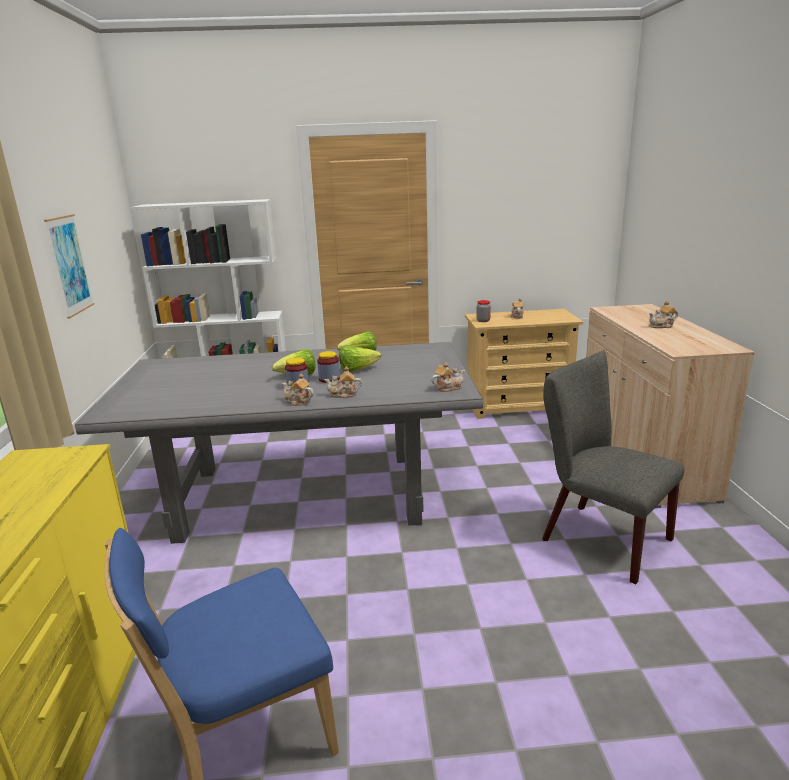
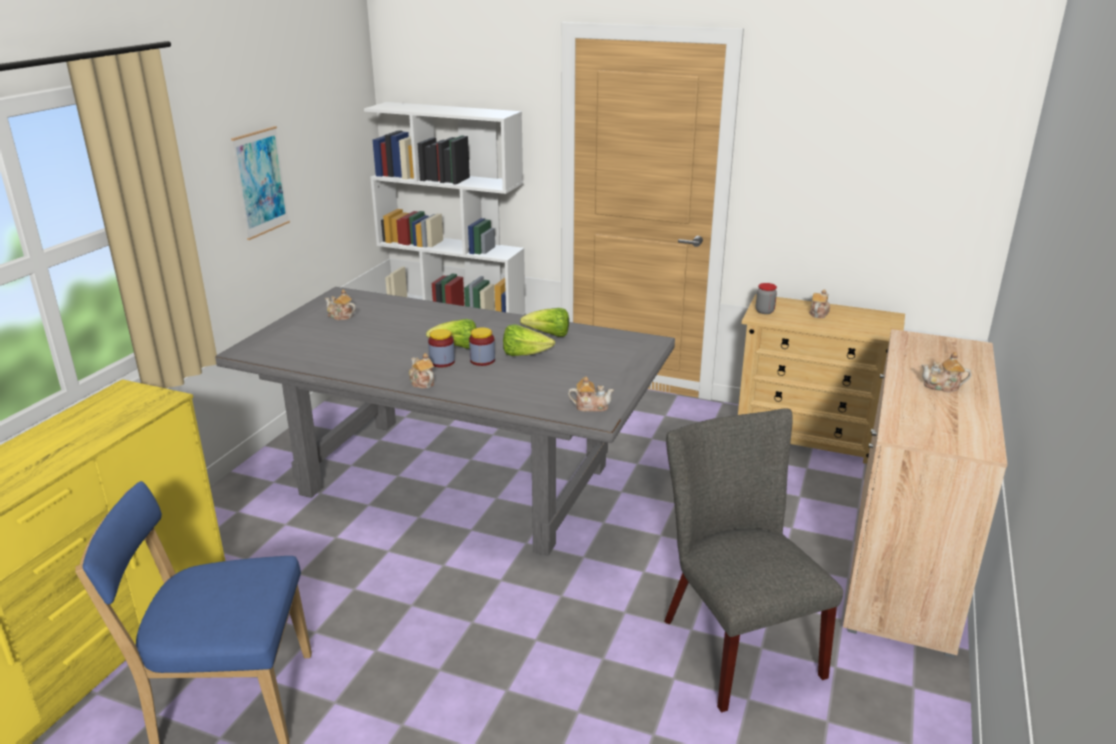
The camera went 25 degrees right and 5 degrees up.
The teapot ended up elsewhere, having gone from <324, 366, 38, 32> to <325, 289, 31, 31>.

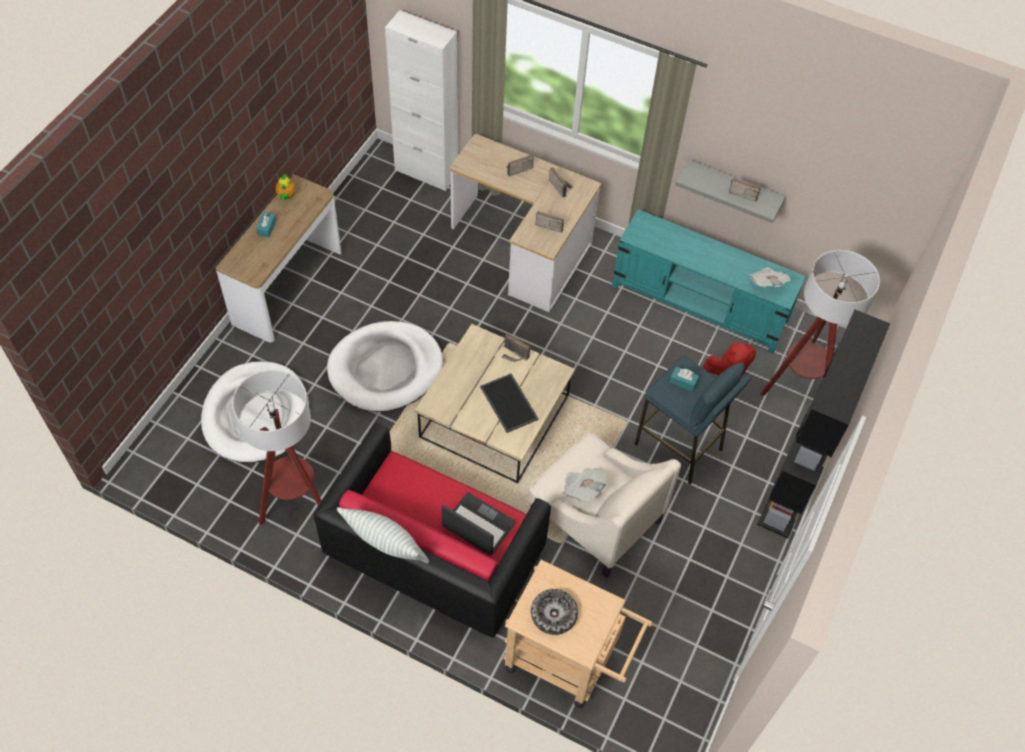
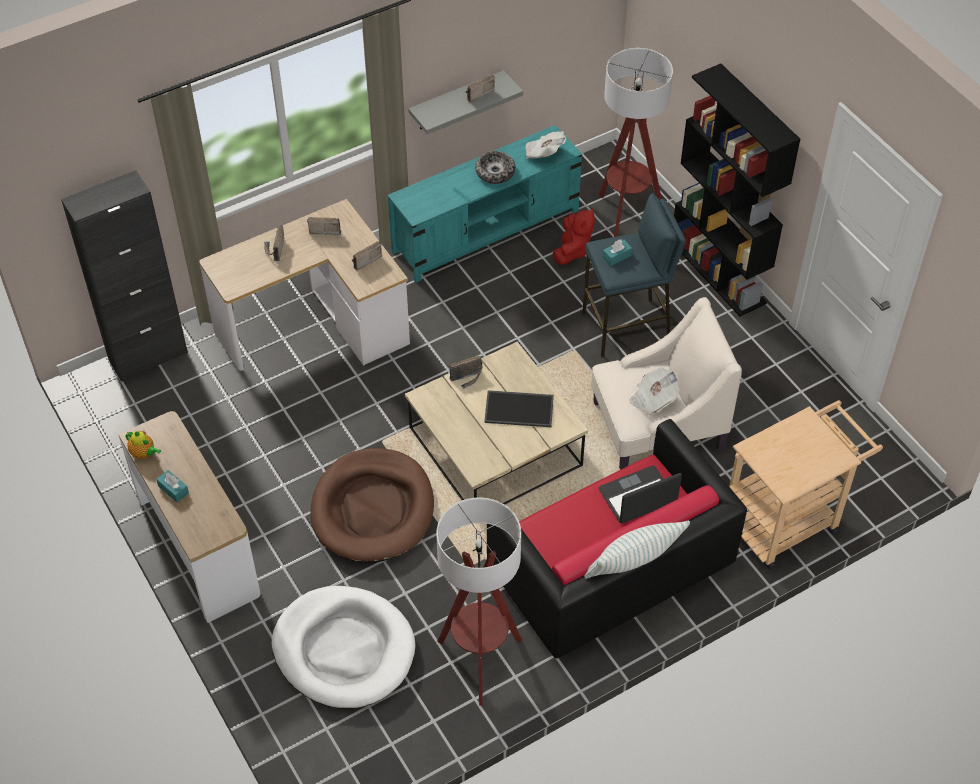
The camera went 55 degrees left and 5 degrees down.
What was the cabinet/white-coloured at <385, 10, 73, 181> turned into the cabinet/black at <61, 170, 127, 212>.
What was the pet bed/white-coloured at <327, 321, 116, 91> turned into the pet bed/brown at <310, 448, 124, 115>.
The deep dish ended up elsewhere, having gone from <531, 589, 47, 46> to <475, 151, 41, 33>.

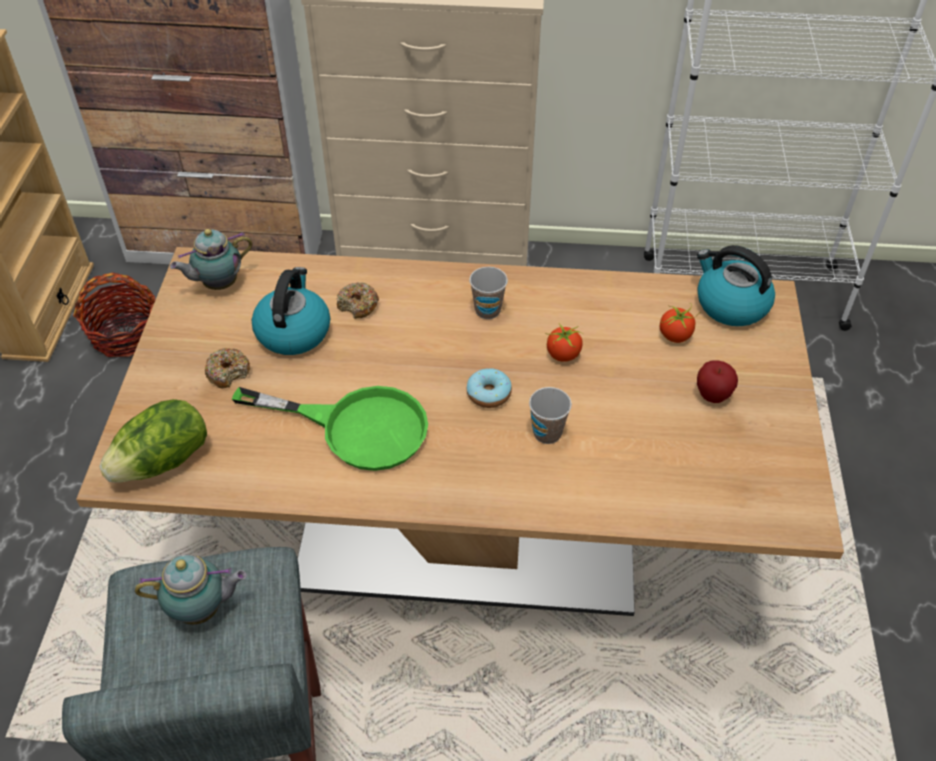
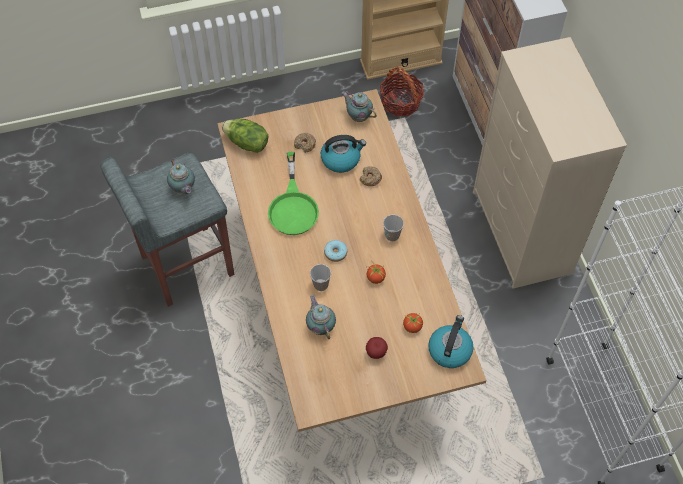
The camera went 70 degrees right and 10 degrees up.
The second view gained the teapot at <306, 295, 30, 44>.

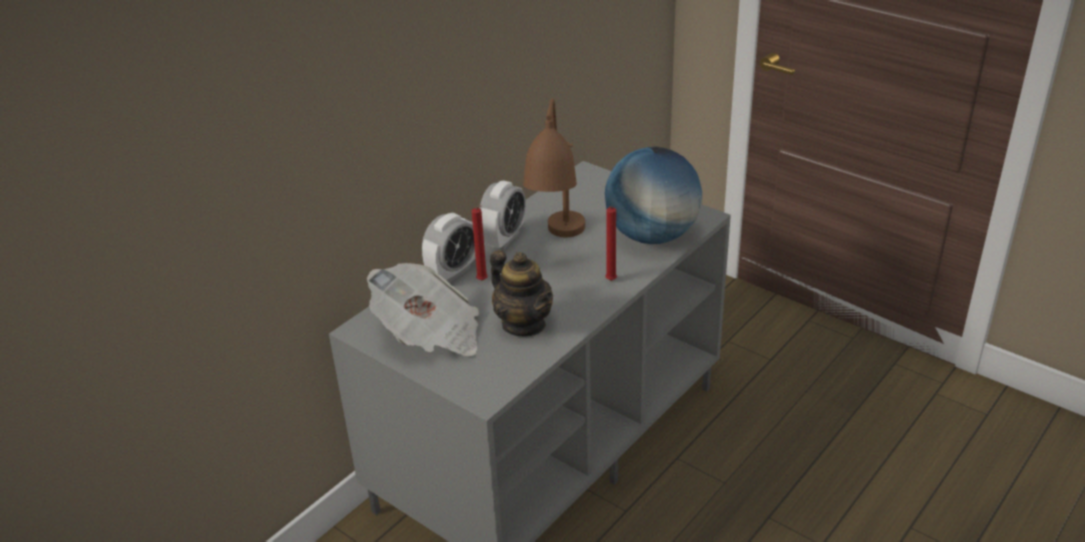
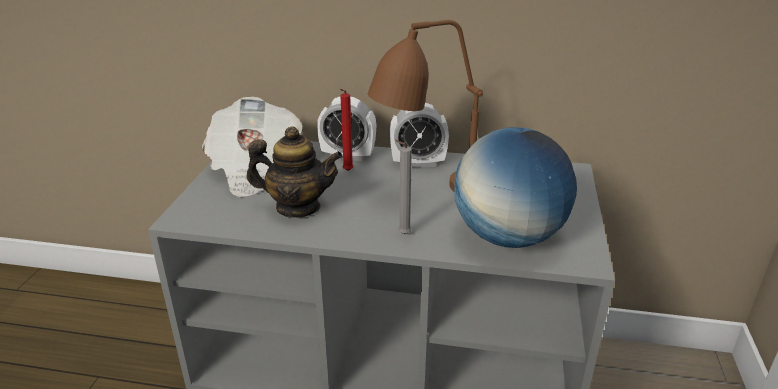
The camera went 60 degrees right and 5 degrees down.
What was the candle/red-coloured at <606, 206, 11, 75> turned into the candle/grey at <395, 139, 17, 95>.
The teapot at <490, 250, 63, 86> ended up facing another way, 105 degrees counterclockwise from before.

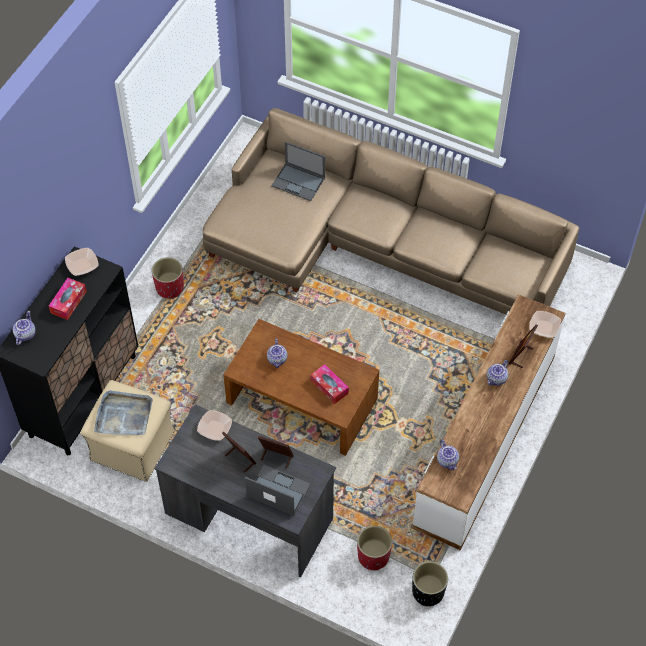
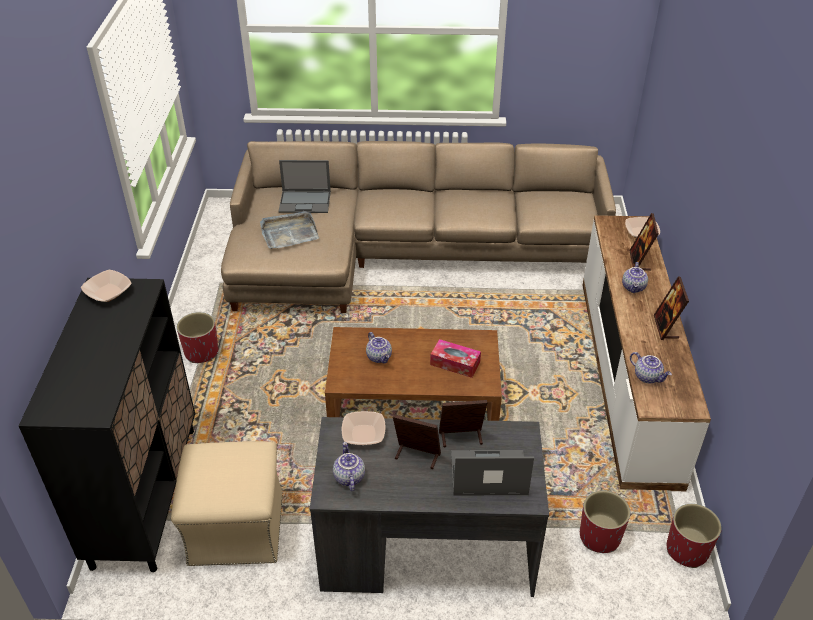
The camera went 25 degrees left and 15 degrees down.
The second view lost the tissue holder at <49, 278, 38, 42>.
The teapot ended up elsewhere, having gone from <13, 311, 23, 34> to <333, 442, 32, 49>.
The serving tray/grey ended up elsewhere, having gone from <94, 391, 59, 44> to <260, 211, 59, 38>.
What was the flower pot/black at <412, 561, 36, 45> turned into the flower pot/red-coloured at <667, 504, 55, 64>.
The second view gained the picture frame at <654, 276, 35, 64>.

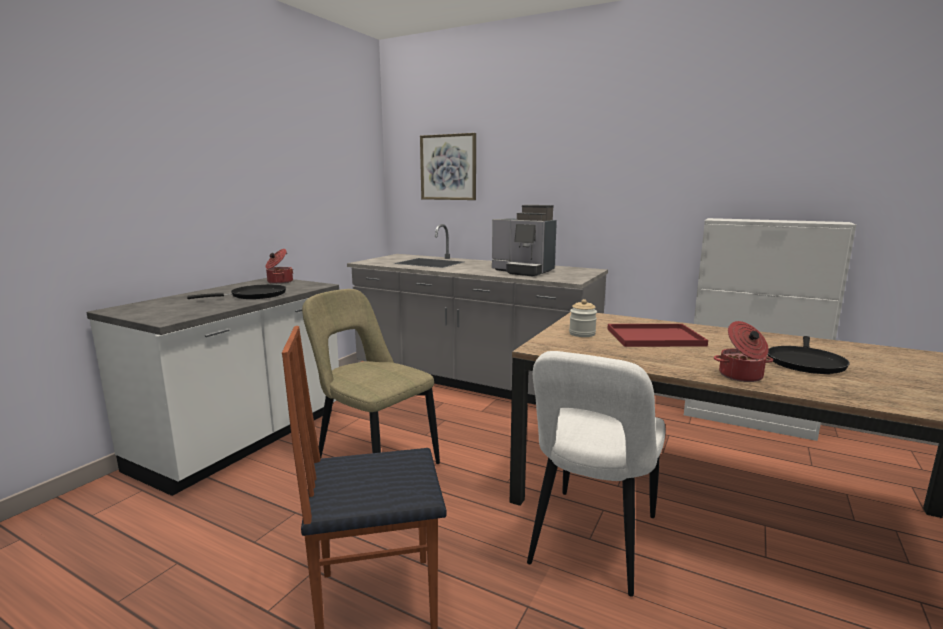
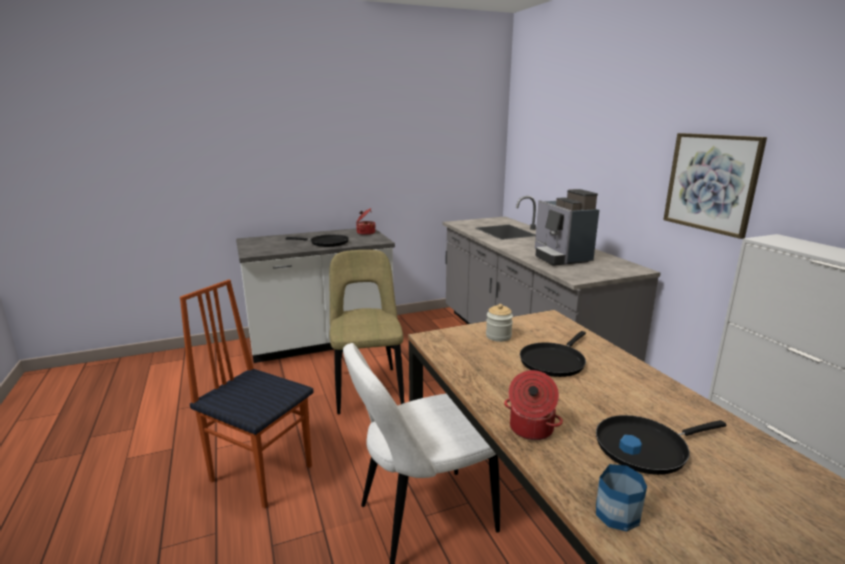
The camera went 40 degrees right and 5 degrees up.
The picture ended up elsewhere, having gone from <420, 133, 56, 67> to <663, 133, 104, 106>.
Where the serving tray/red-coloured stood at <607, 324, 101, 23>, the skillet/black came to stand at <520, 331, 66, 46>.
The second view gained the drink bottle at <596, 435, 51, 96>.

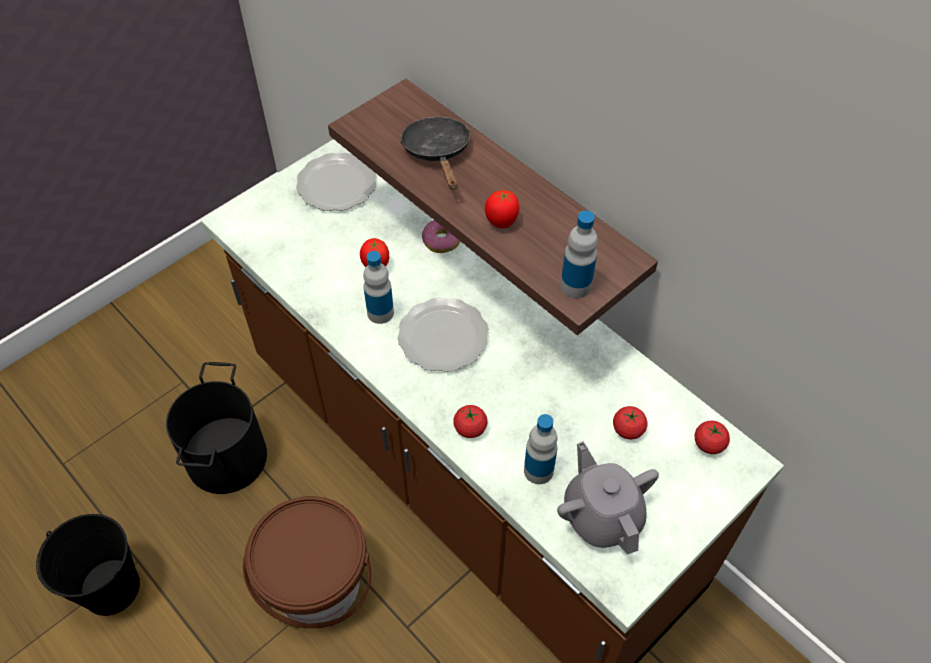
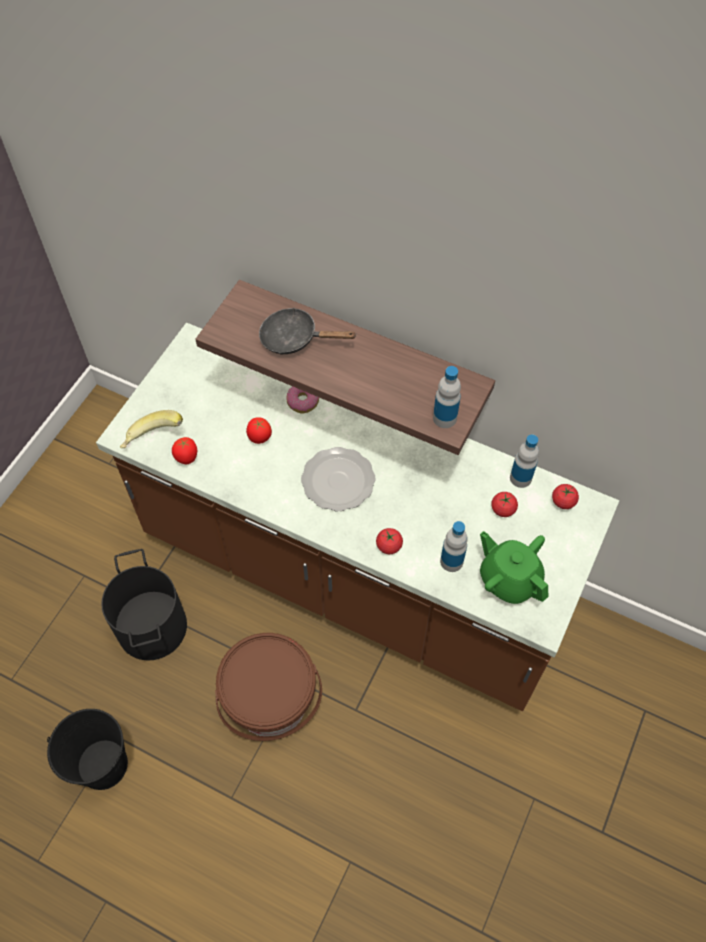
The camera went 20 degrees left and 5 degrees up.
The skillet/black at <400, 117, 71, 73> ended up facing another way, 45 degrees counterclockwise from before.
The second view lost the dinner plate at <296, 153, 81, 58>.
The fresh tomato ended up elsewhere, having gone from <485, 190, 34, 38> to <172, 437, 25, 27>.
The drink bottle ended up elsewhere, having gone from <363, 251, 31, 73> to <510, 434, 29, 54>.
What was the teapot/grey at <557, 441, 102, 113> turned into the teapot/green at <480, 531, 68, 73>.
The second view gained the banana fruit at <120, 410, 63, 38>.

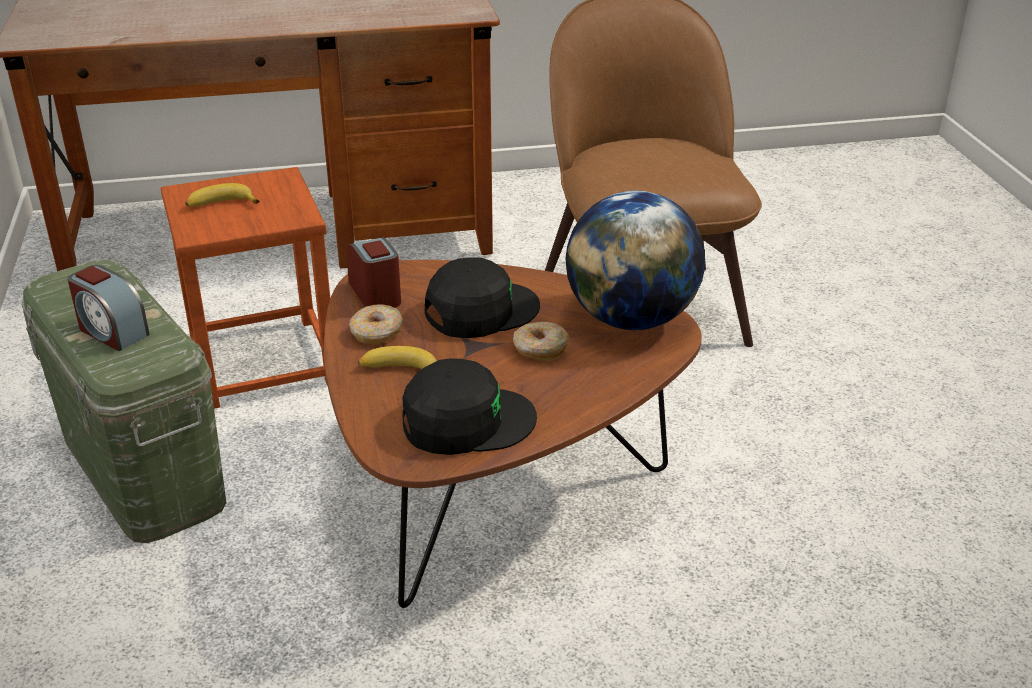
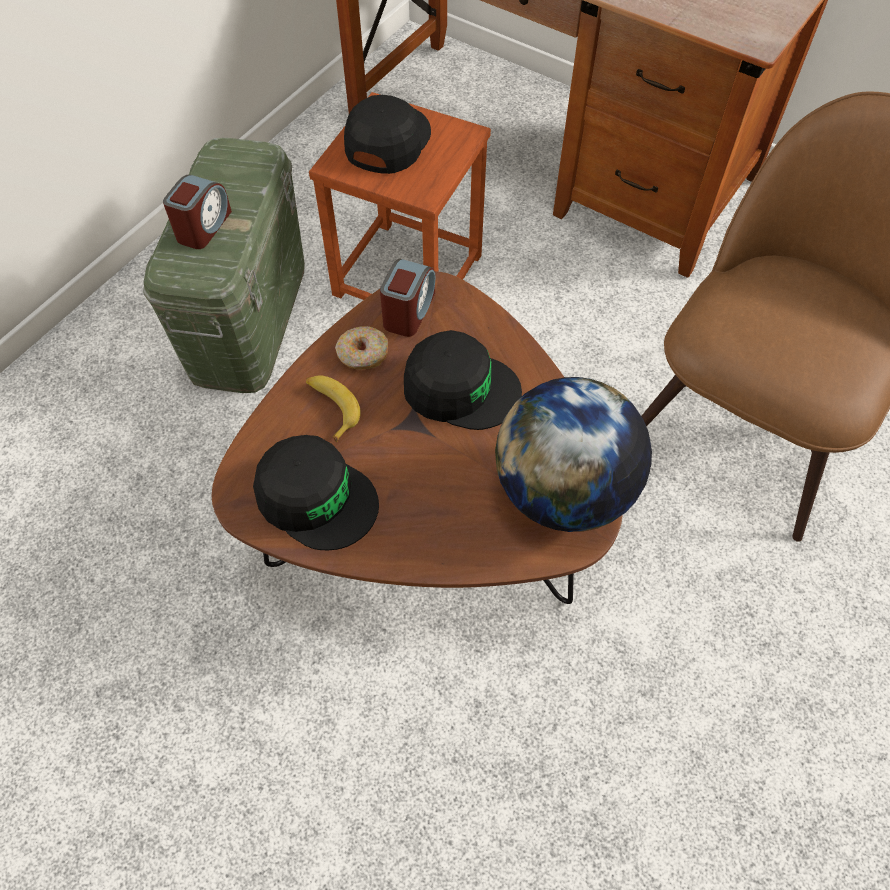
The camera went 45 degrees right and 25 degrees up.
Where the banana fruit stood at <185, 183, 75, 24>, the peaked cap/black came to stand at <344, 95, 87, 79>.
The bedside clock at <68, 265, 82, 86> ended up facing another way, 150 degrees counterclockwise from before.
The second view lost the ring doughnut at <513, 322, 57, 39>.

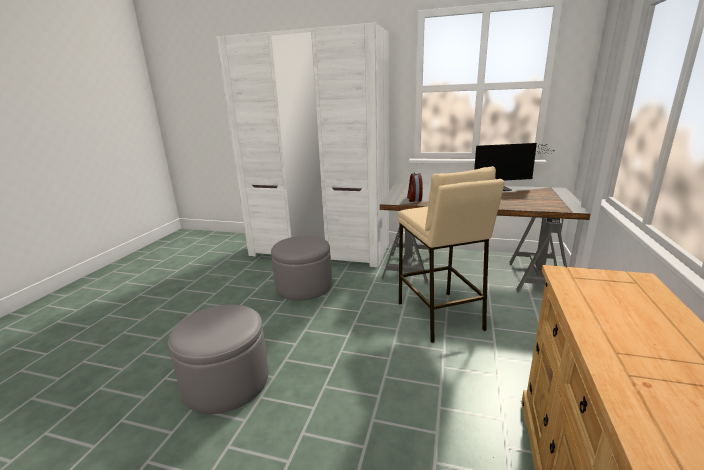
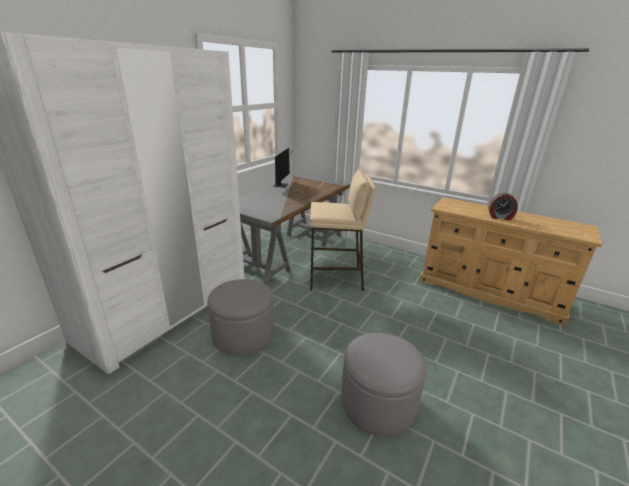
The camera went 75 degrees left and 5 degrees up.
The bedside clock ended up elsewhere, having gone from <407, 172, 16, 30> to <489, 193, 29, 28>.

